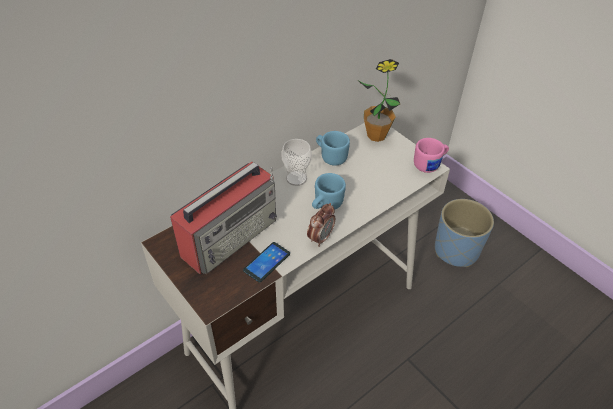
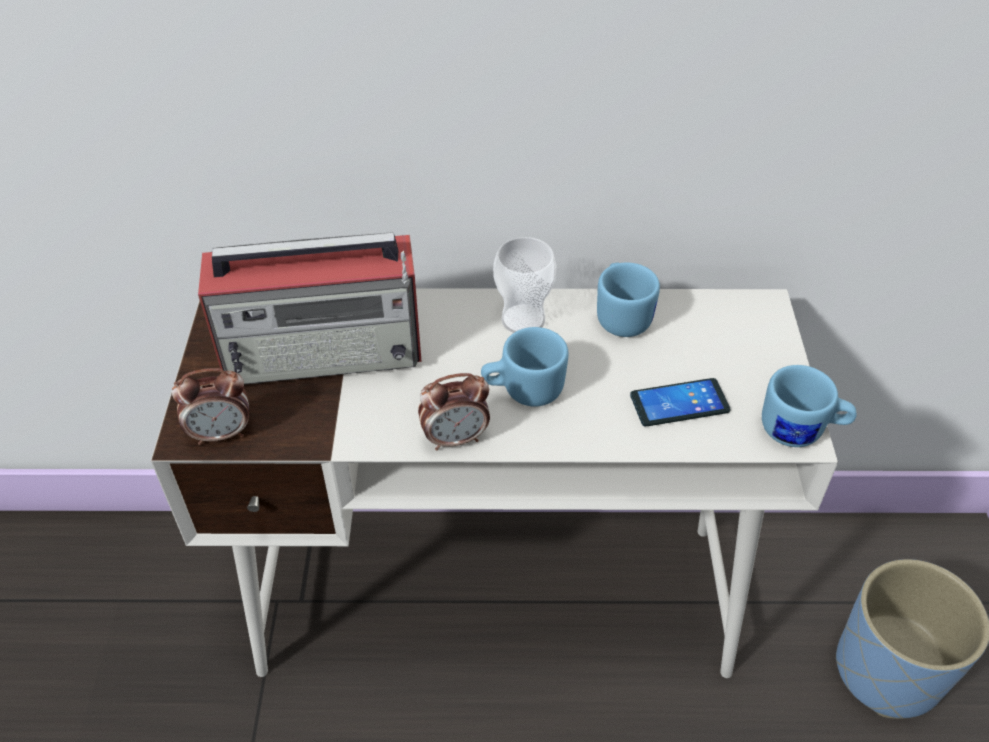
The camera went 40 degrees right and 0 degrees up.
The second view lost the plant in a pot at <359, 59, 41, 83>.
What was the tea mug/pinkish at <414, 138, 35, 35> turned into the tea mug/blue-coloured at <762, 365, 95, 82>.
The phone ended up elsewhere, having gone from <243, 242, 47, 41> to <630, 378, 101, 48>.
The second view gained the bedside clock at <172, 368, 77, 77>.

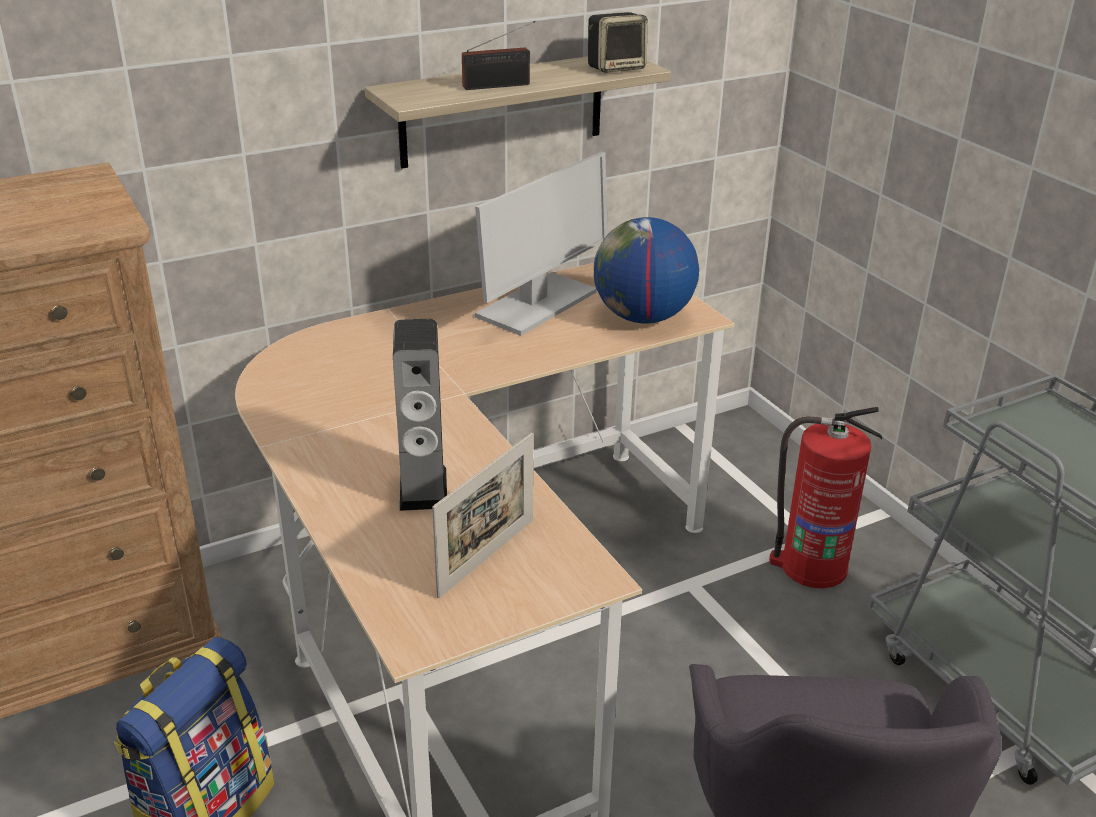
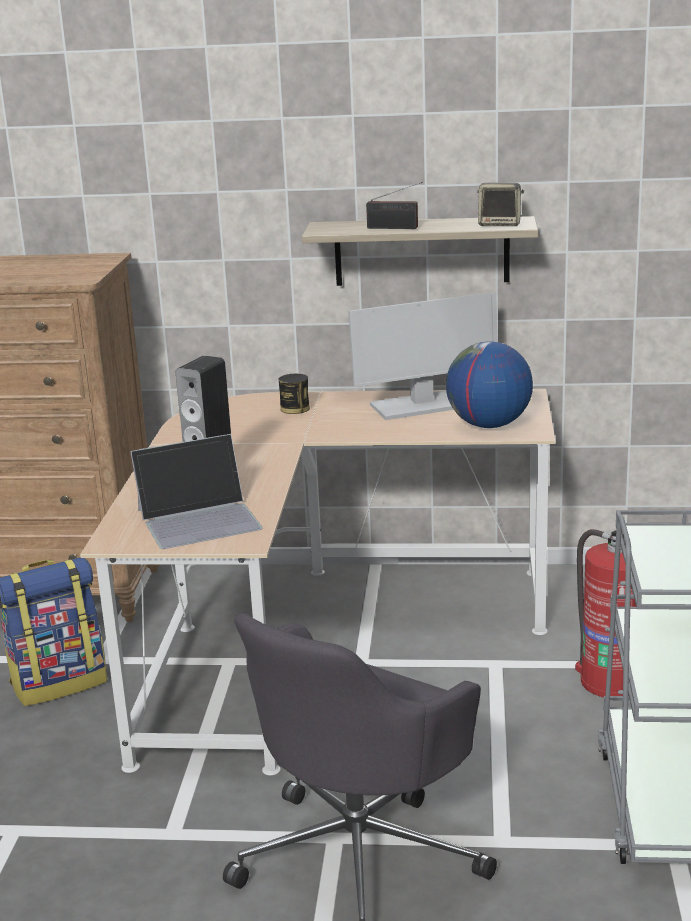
The camera went 35 degrees right and 10 degrees down.
Where the picture frame stood at <432, 433, 102, 166>, the laptop came to stand at <130, 434, 133, 115>.
The second view gained the metal can at <279, 374, 31, 40>.

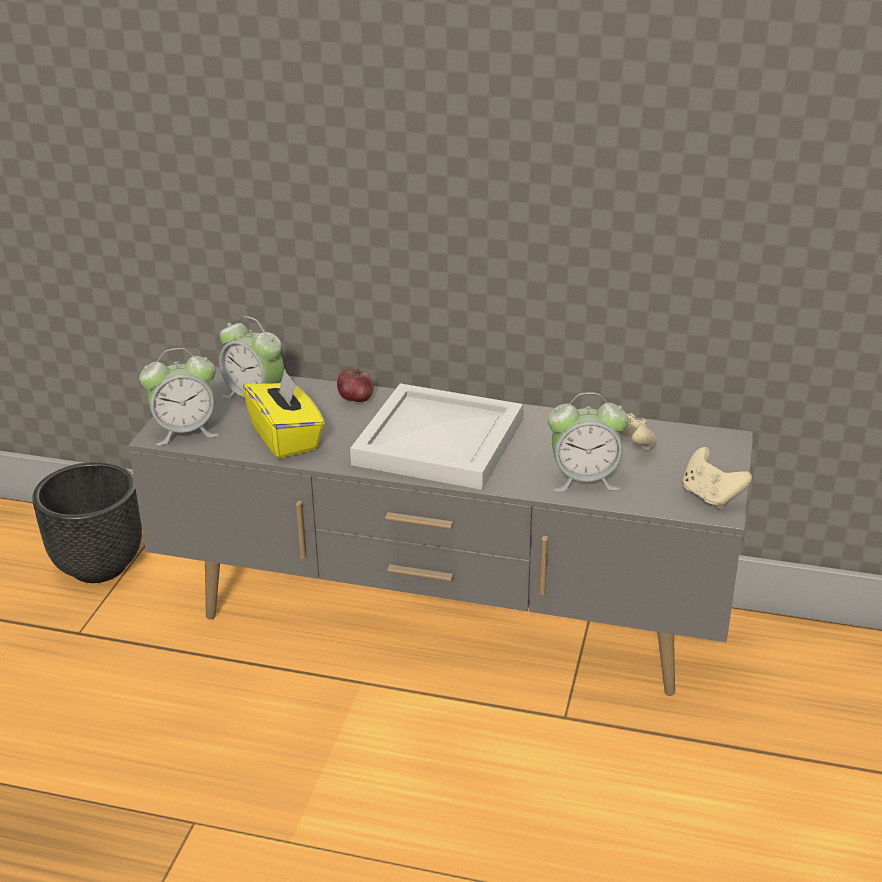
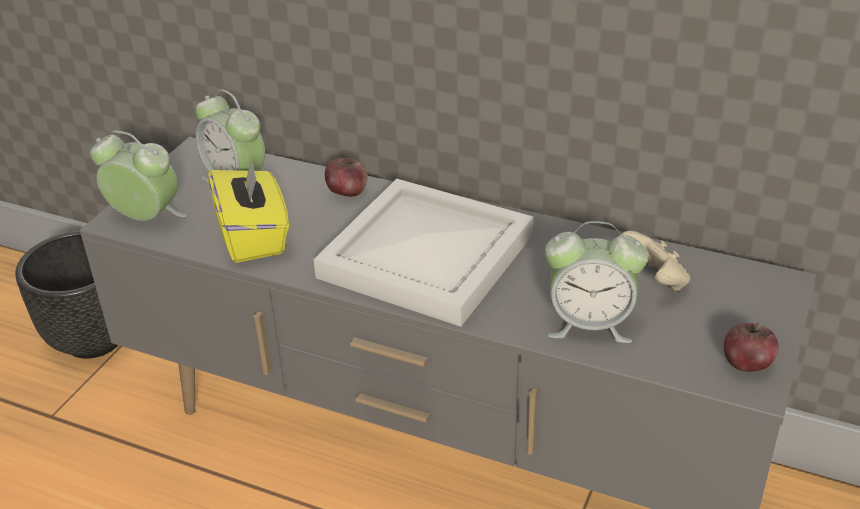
The camera went 10 degrees right and 5 degrees up.
The bedside clock at <139, 348, 80, 97> ended up facing another way, 150 degrees counterclockwise from before.
Where the joypad/beige stood at <683, 447, 69, 62>, the apple fruit came to stand at <724, 323, 54, 49>.

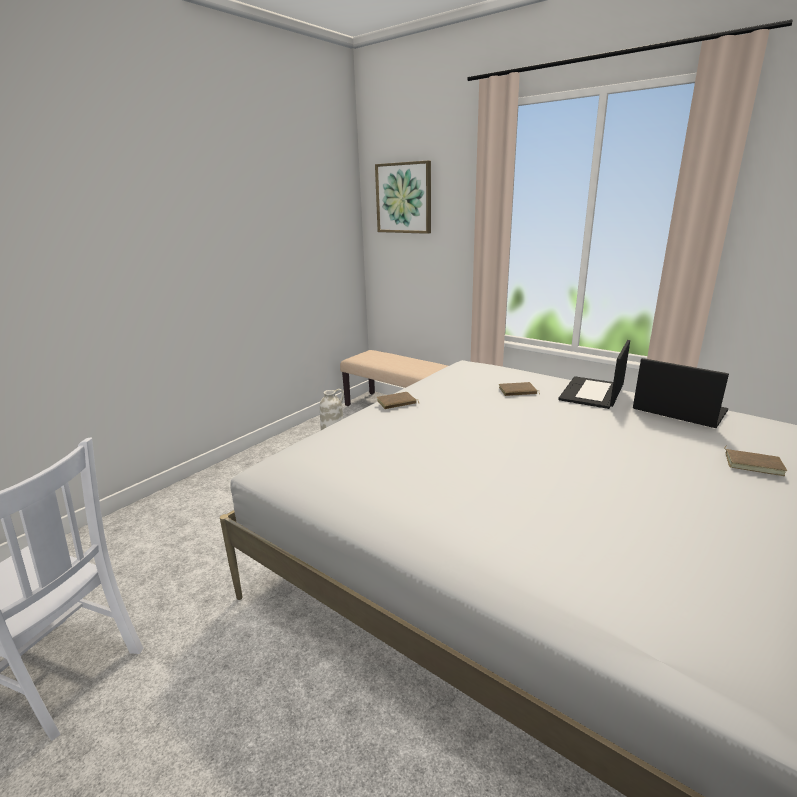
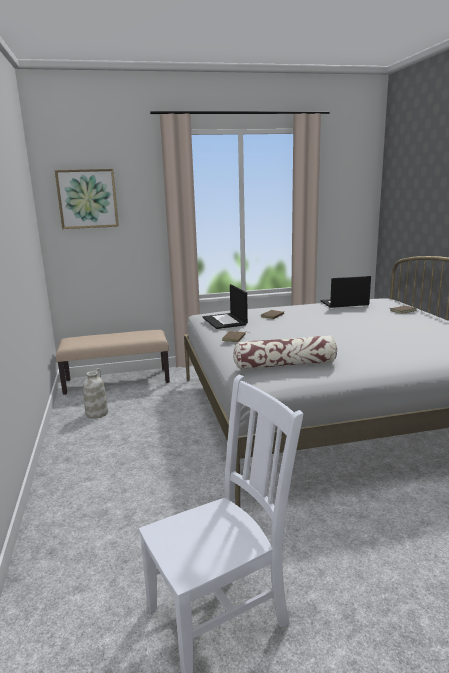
The camera went 50 degrees left and 5 degrees down.
The laptop ended up elsewhere, having gone from <558, 340, 72, 69> to <203, 284, 45, 45>.
The second view gained the throw pillow at <233, 335, 104, 34>.

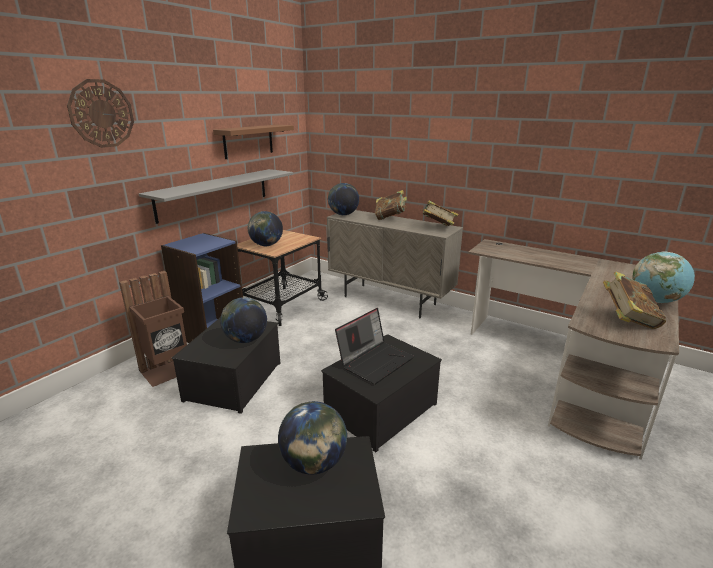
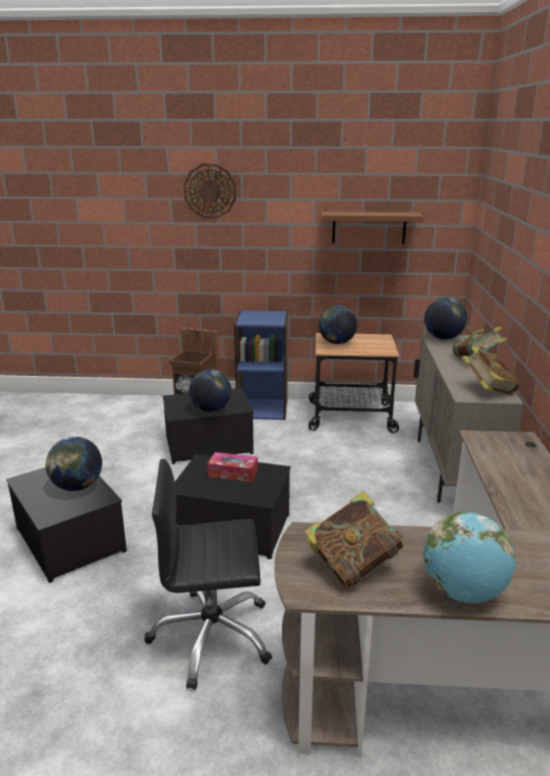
The camera went 60 degrees right and 0 degrees up.
The second view lost the bracket shelf/grey at <139, 169, 154, 55>.
Where the laptop stood at <335, 308, 79, 76>, the tissue holder came to stand at <208, 452, 50, 30>.
The second view gained the desk chair/black at <144, 459, 128, 231>.

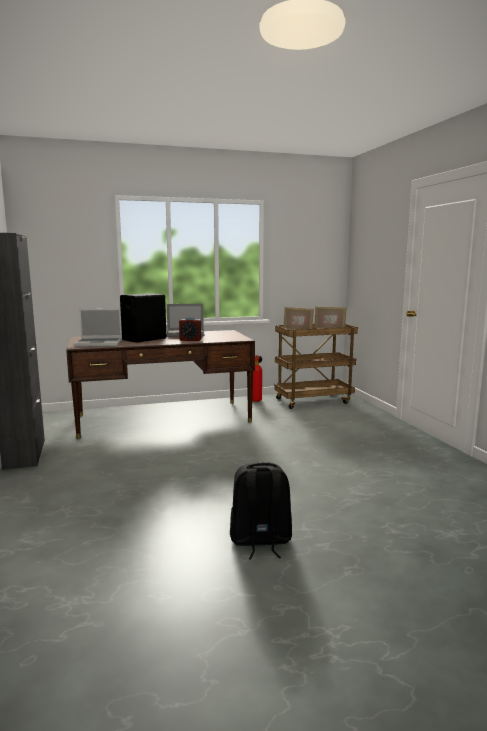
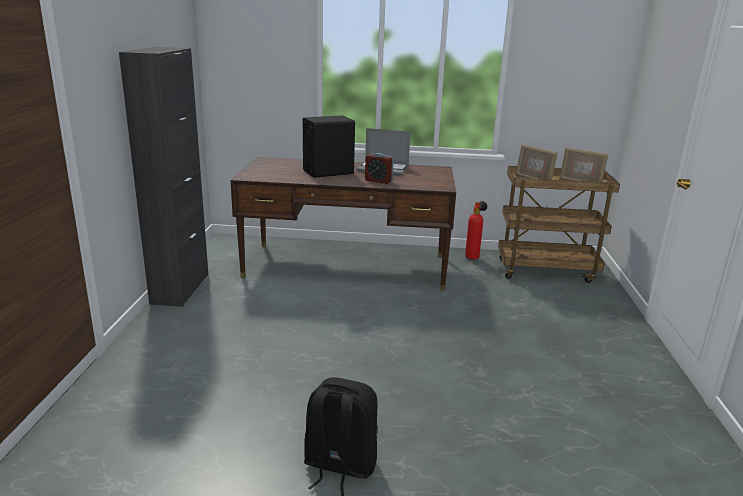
The camera went 20 degrees right and 10 degrees up.
The second view lost the laptop at <74, 309, 48, 38>.

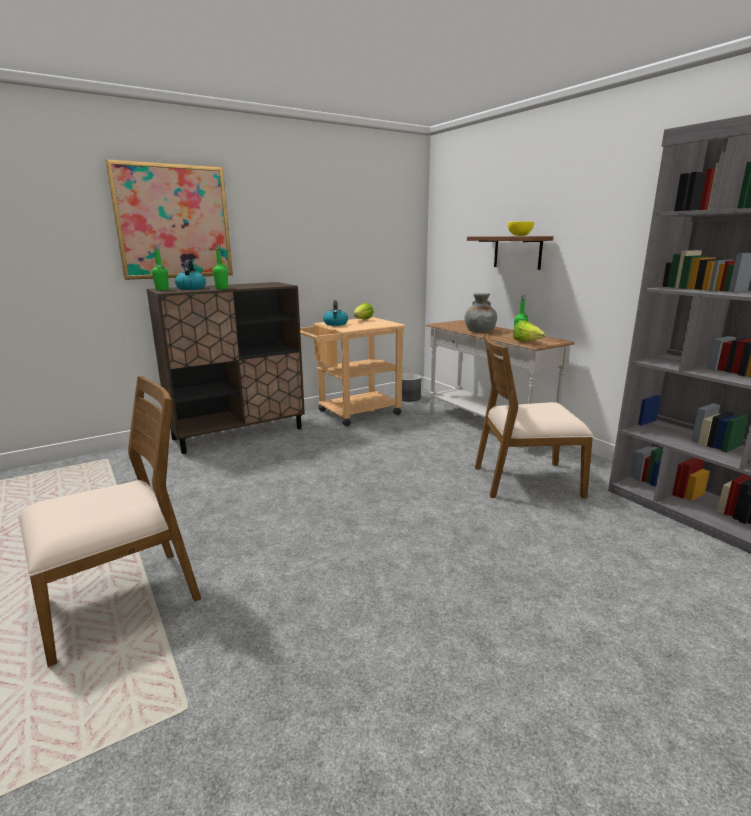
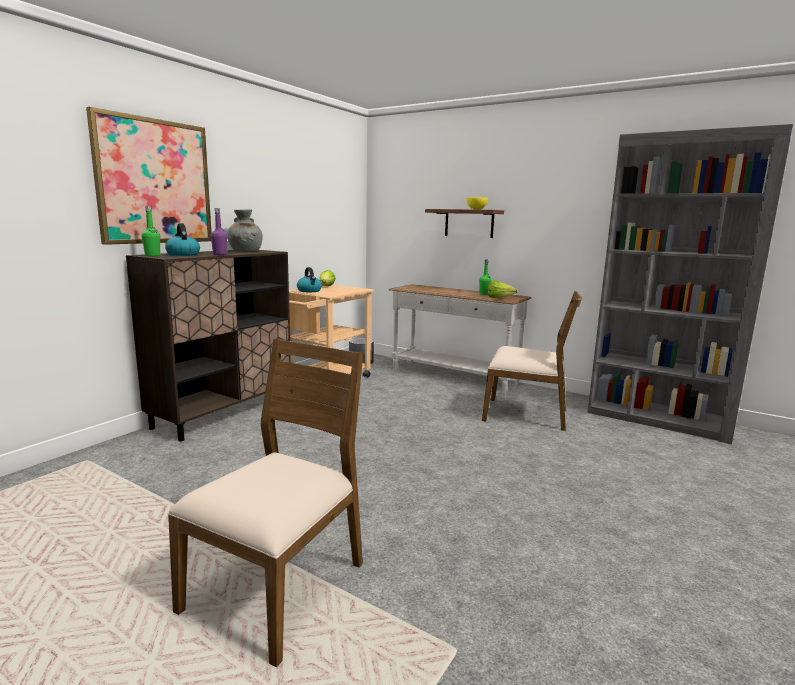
The camera went 25 degrees left and 5 degrees down.
What was the drink bottle/green at <213, 245, 15, 44> turned into the drink bottle/purplish at <211, 208, 16, 47>.
The flower vase/grey ended up elsewhere, having gone from <465, 293, 32, 39> to <227, 209, 36, 42>.
The plain chair/brown at <475, 333, 118, 165> ended up facing another way, 135 degrees counterclockwise from before.

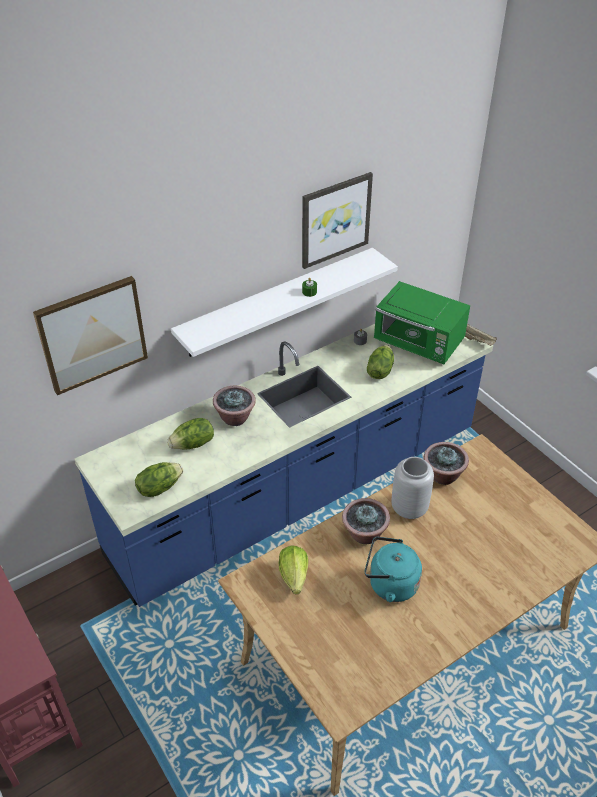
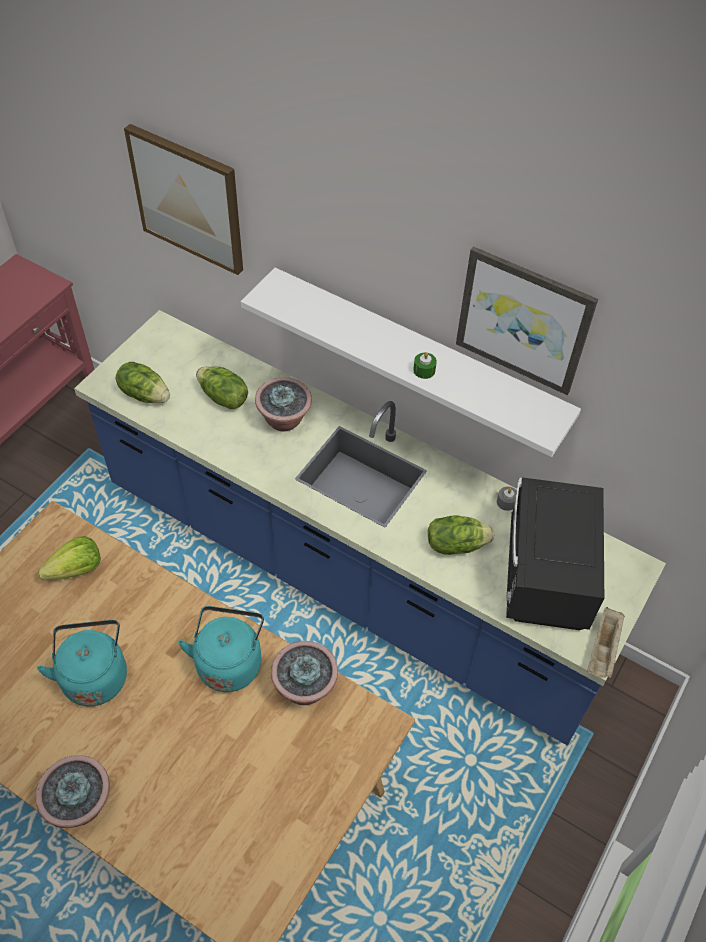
The camera went 65 degrees right and 10 degrees up.
What was the microwave/green at <374, 281, 96, 83> turned into the microwave/black at <506, 477, 98, 153>.
Where the flower vase/grey stood at <392, 457, 42, 62>, the water kettle/turquoise came to stand at <178, 606, 86, 86>.
The plant in a pot ended up elsewhere, having gone from <342, 498, 48, 46> to <35, 755, 75, 73>.

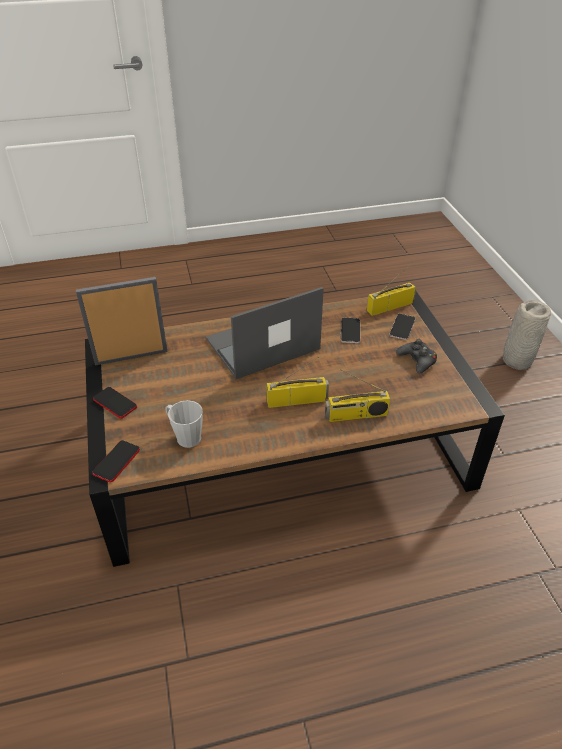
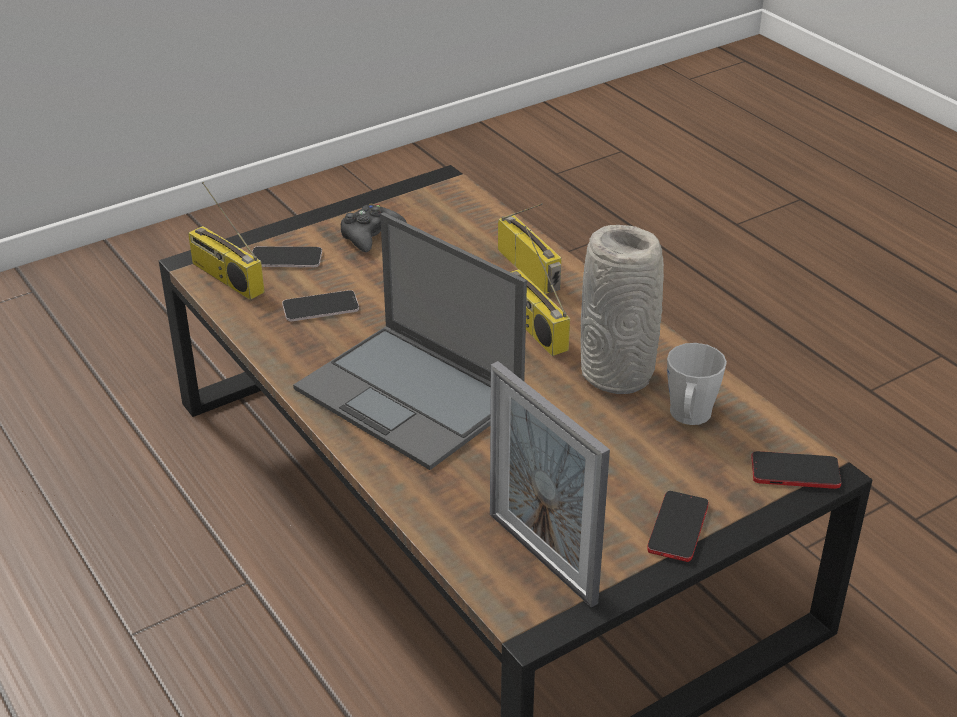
The camera went 110 degrees left and 5 degrees down.
The flower vase/grey ended up elsewhere, having gone from <503, 300, 48, 70> to <581, 225, 83, 169>.

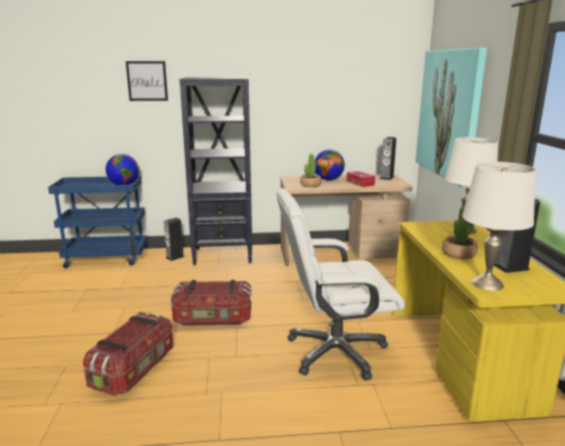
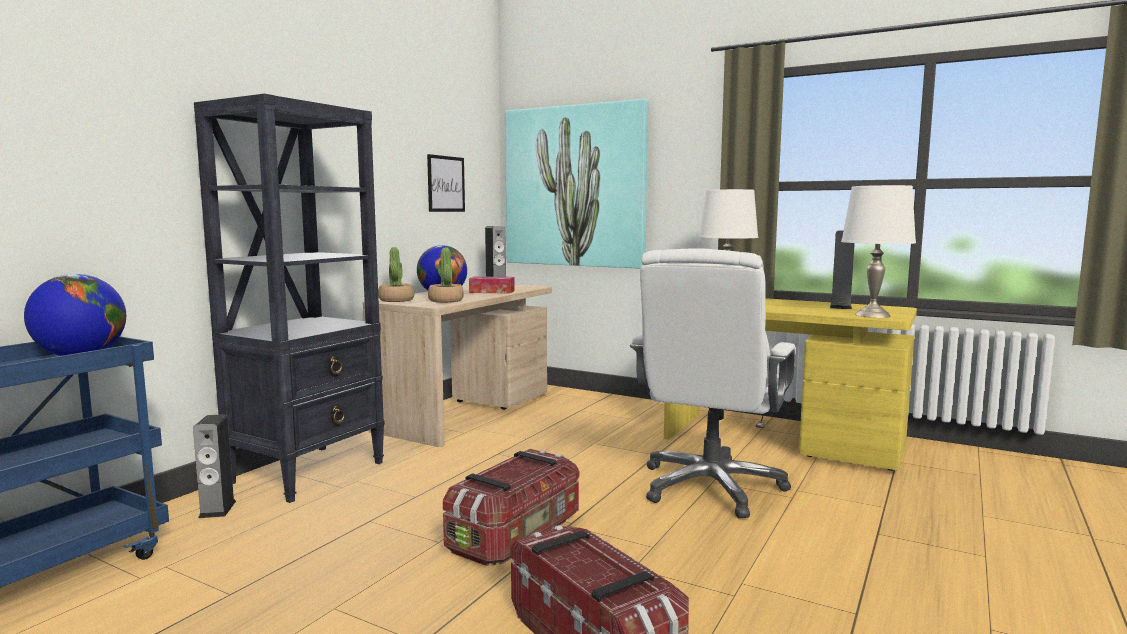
The camera went 55 degrees left and 10 degrees down.
The picture ended up elsewhere, having gone from <126, 61, 42, 40> to <427, 154, 38, 58>.
The plant in a pot ended up elsewhere, having gone from <442, 206, 36, 53> to <378, 247, 36, 55>.

